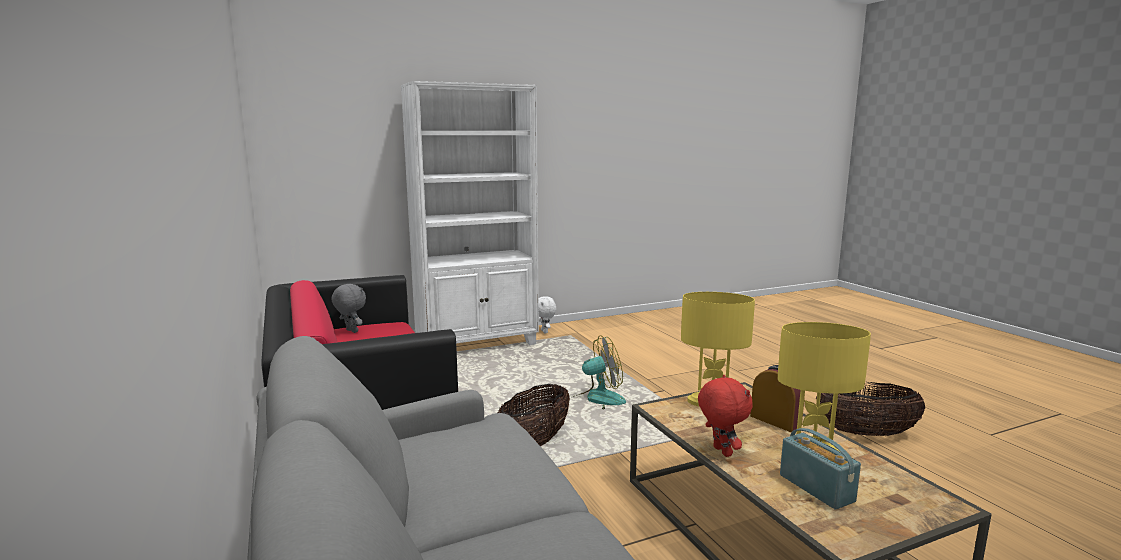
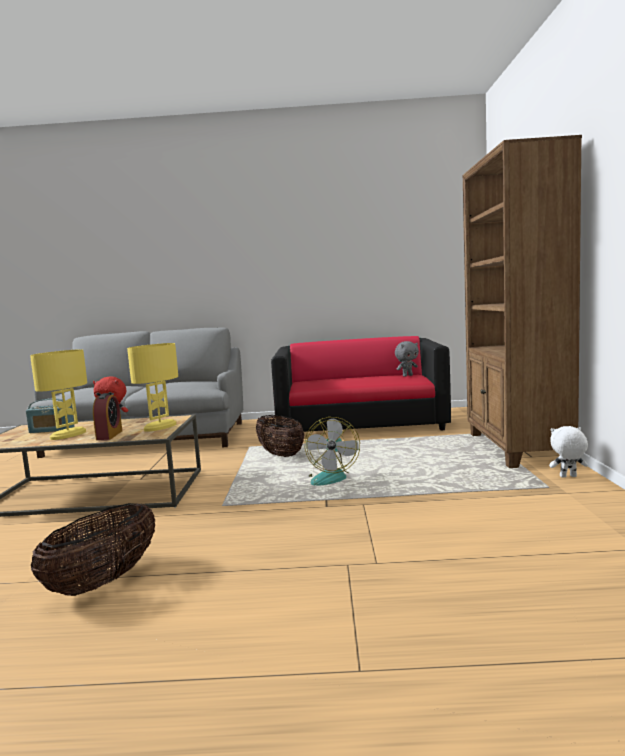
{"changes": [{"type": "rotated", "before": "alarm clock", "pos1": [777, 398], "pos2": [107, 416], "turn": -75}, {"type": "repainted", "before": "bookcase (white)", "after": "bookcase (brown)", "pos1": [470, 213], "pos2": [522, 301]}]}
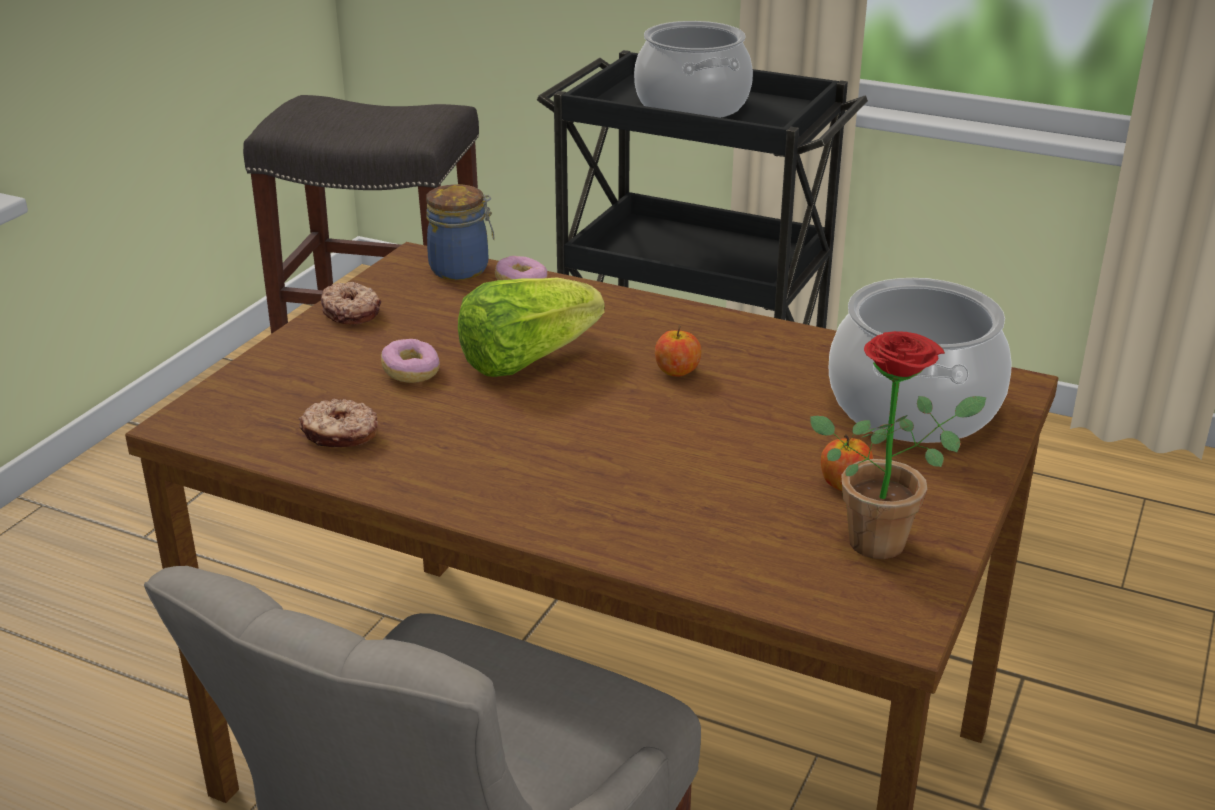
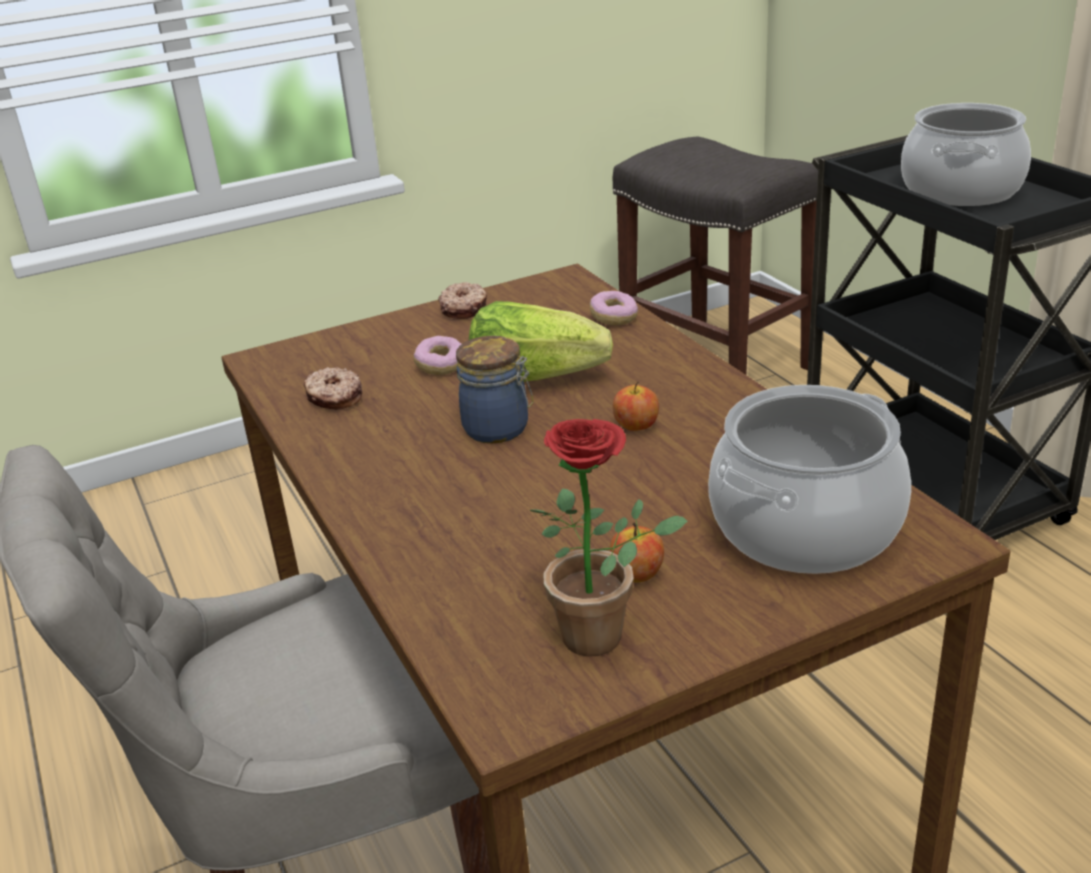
{"changes": [{"type": "shifted", "before": "jar", "pos1": [460, 232], "pos2": [494, 389]}]}
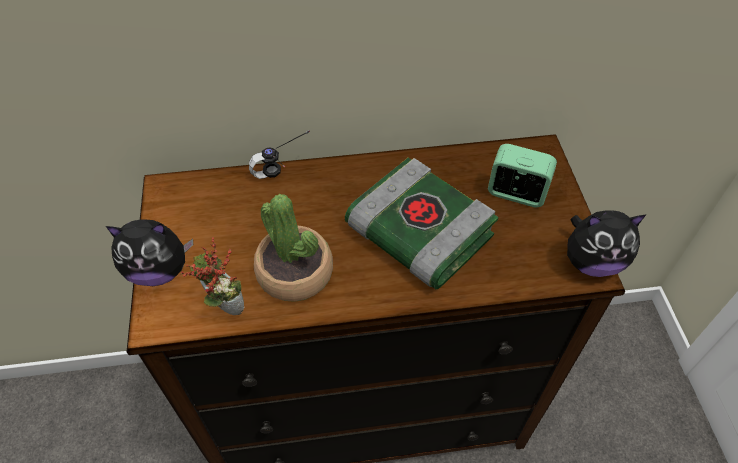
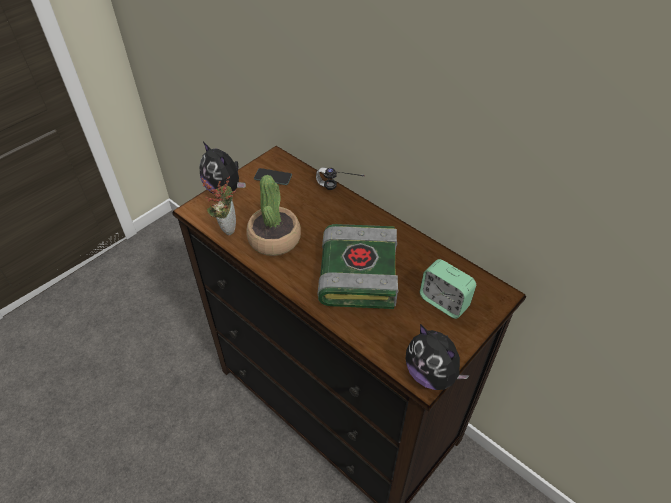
{"changes": [{"type": "new", "after": "phone", "pos2": [273, 176]}, {"type": "rotated", "before": "alarm clock", "pos1": [522, 175], "pos2": [448, 289], "turn": 150}]}
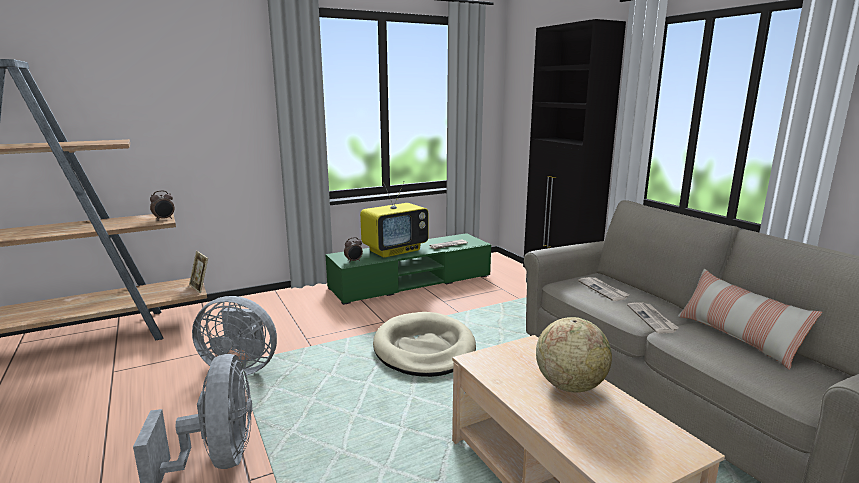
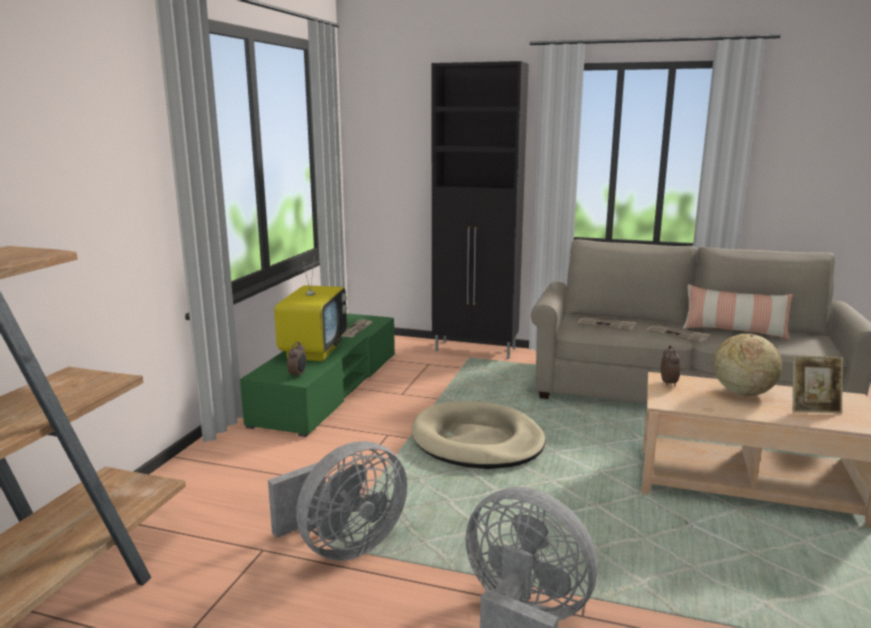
{"changes": [{"type": "shifted", "before": "alarm clock", "pos1": [162, 205], "pos2": [670, 366]}, {"type": "shifted", "before": "picture frame", "pos1": [198, 272], "pos2": [818, 384]}]}
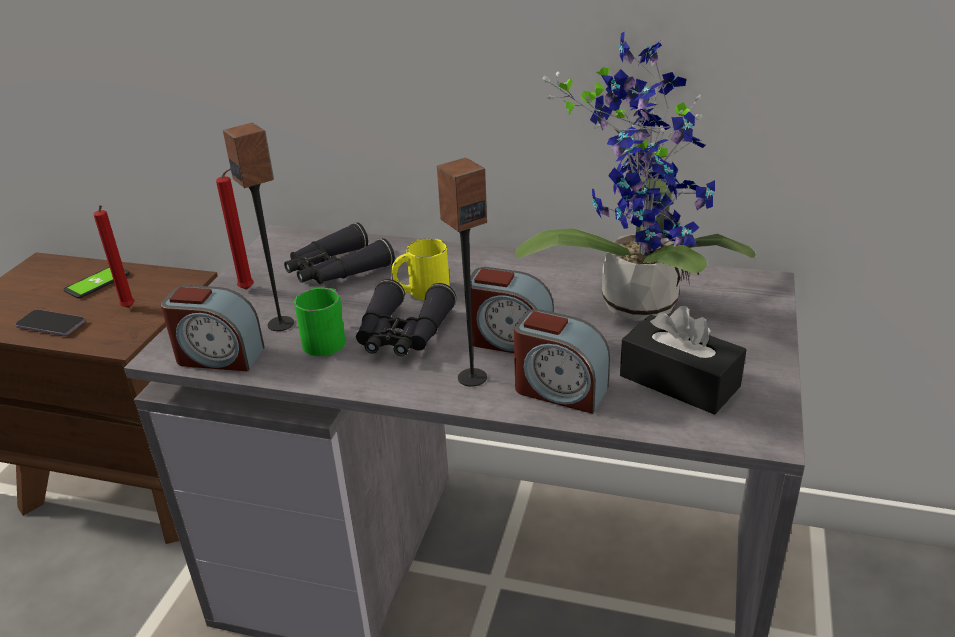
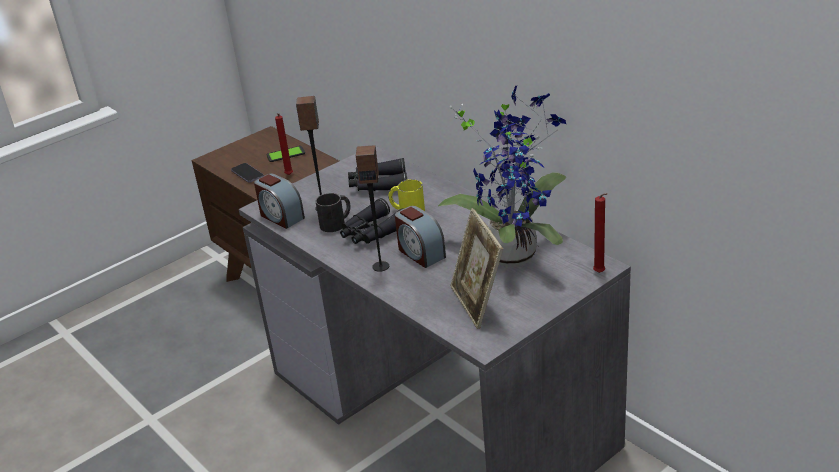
{"changes": [{"type": "repainted", "before": "mug (green)", "after": "mug (black)", "pos1": [320, 322], "pos2": [333, 212]}, {"type": "swapped", "before": "tissue box (black)", "after": "picture frame", "pos1": [683, 360], "pos2": [476, 268]}, {"type": "shifted", "before": "candle (red)", "pos1": [235, 229], "pos2": [600, 233]}, {"type": "gone", "before": "alarm clock", "pos1": [562, 361]}]}
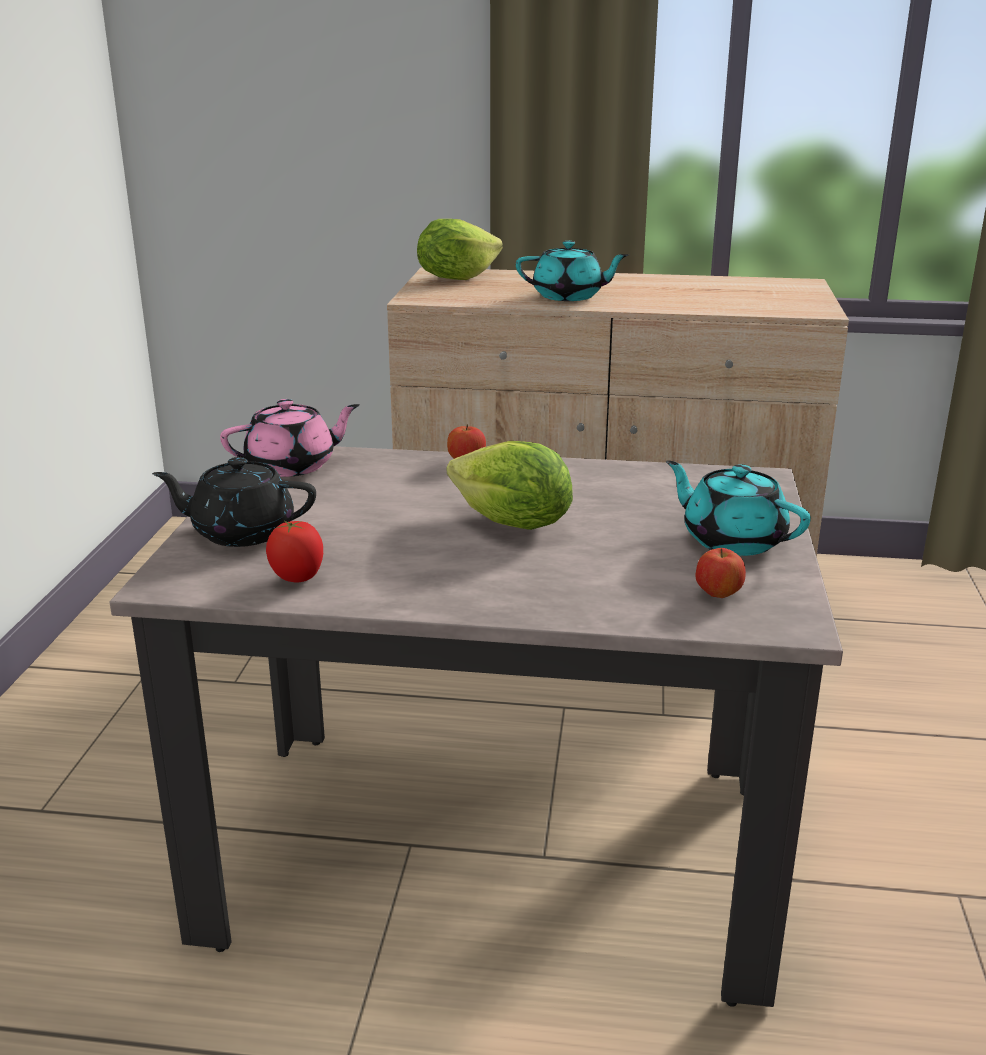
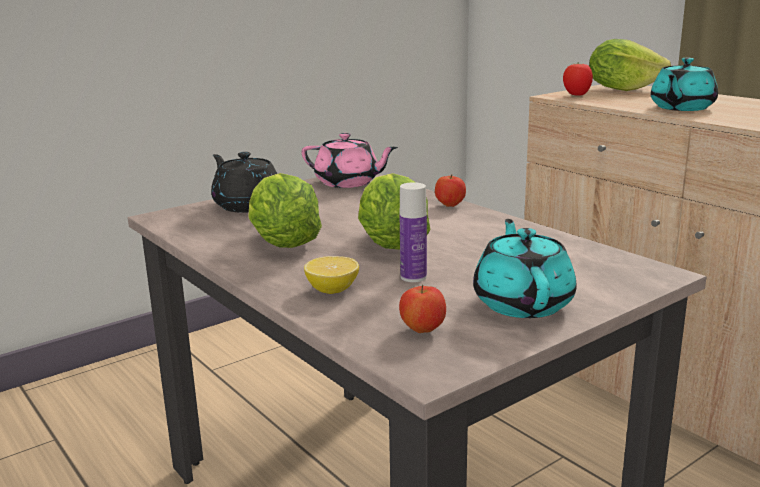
{"changes": [{"type": "new", "after": "lettuce", "pos2": [285, 210]}, {"type": "new", "after": "lemon", "pos2": [331, 275]}, {"type": "new", "after": "bottle", "pos2": [413, 232]}, {"type": "shifted", "before": "tomato", "pos1": [294, 551], "pos2": [578, 79]}, {"type": "rotated", "before": "teapot (turquoise)", "pos1": [572, 271], "pos2": [684, 84], "turn": 75}]}
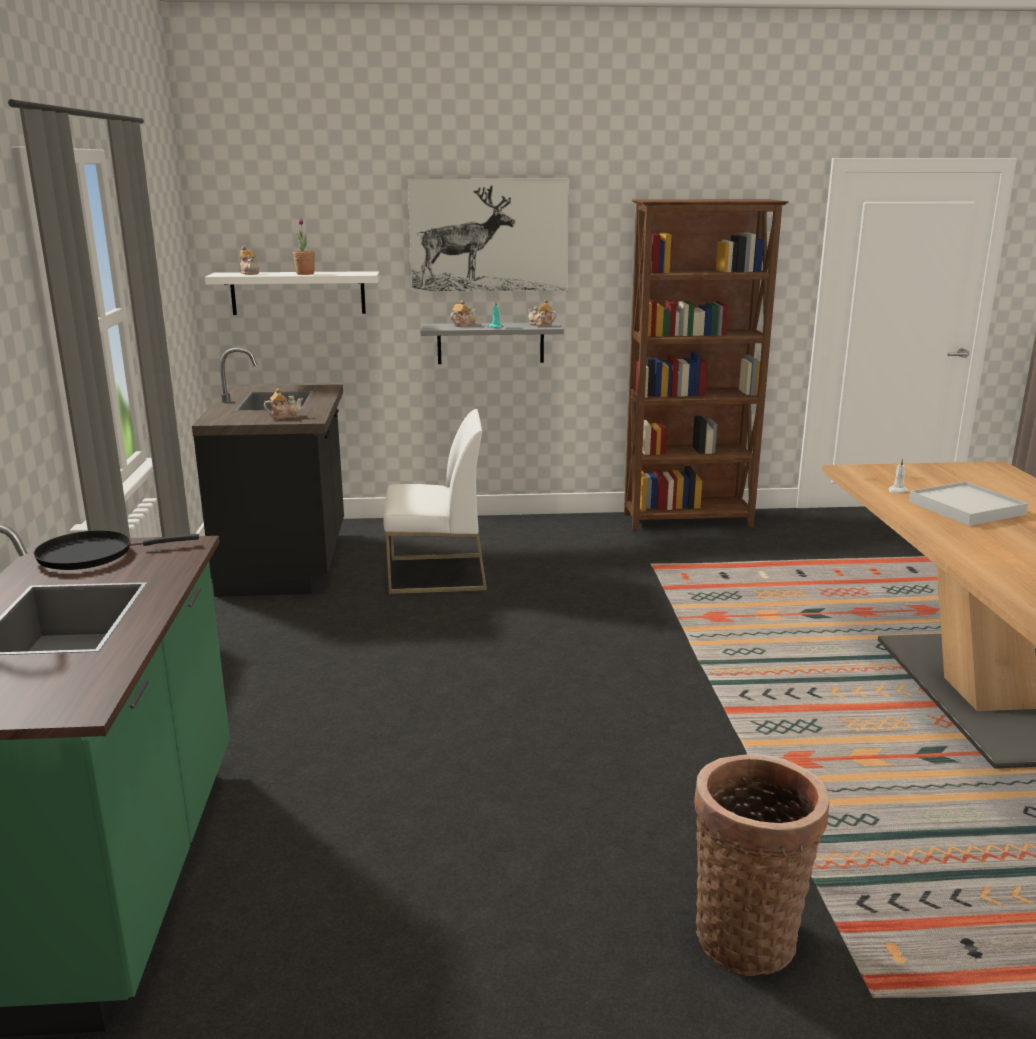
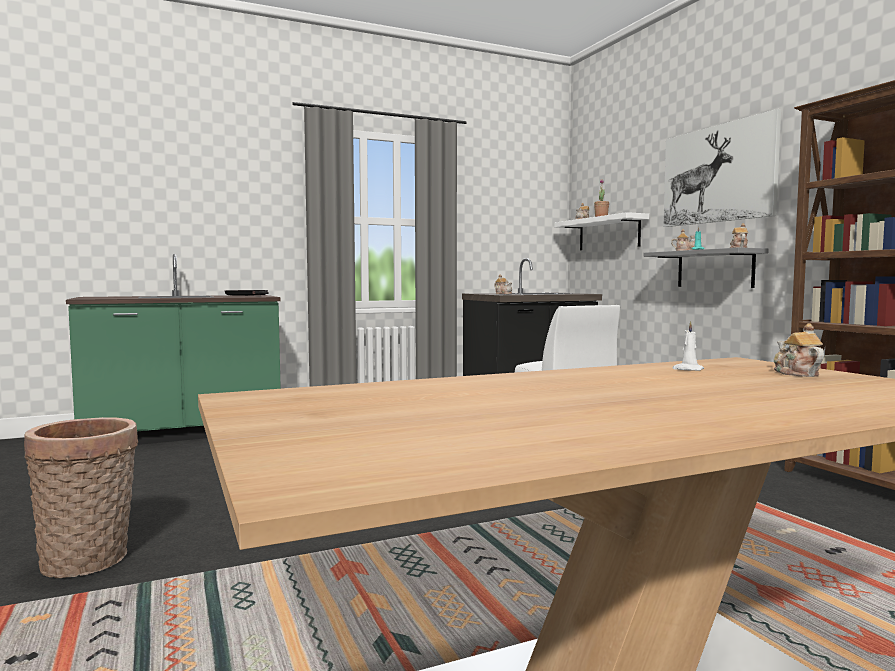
{"changes": [{"type": "new", "after": "teapot", "pos2": [799, 350]}, {"type": "gone", "before": "tray (white)", "pos1": [968, 504]}]}
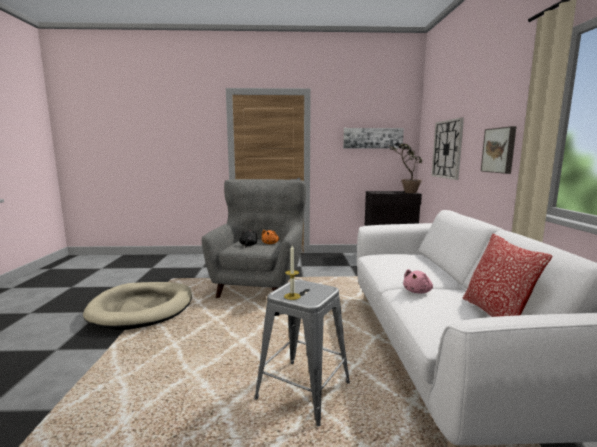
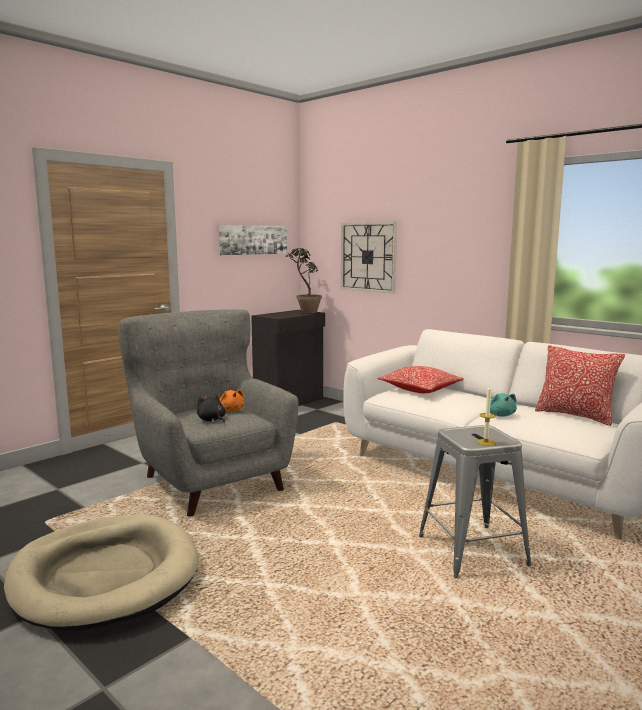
{"changes": [{"type": "new", "after": "pillow", "pos2": [420, 379]}, {"type": "repainted", "before": "plush toy (pink)", "after": "plush toy (turquoise)", "pos1": [418, 281], "pos2": [503, 405]}, {"type": "gone", "before": "picture", "pos1": [498, 150]}]}
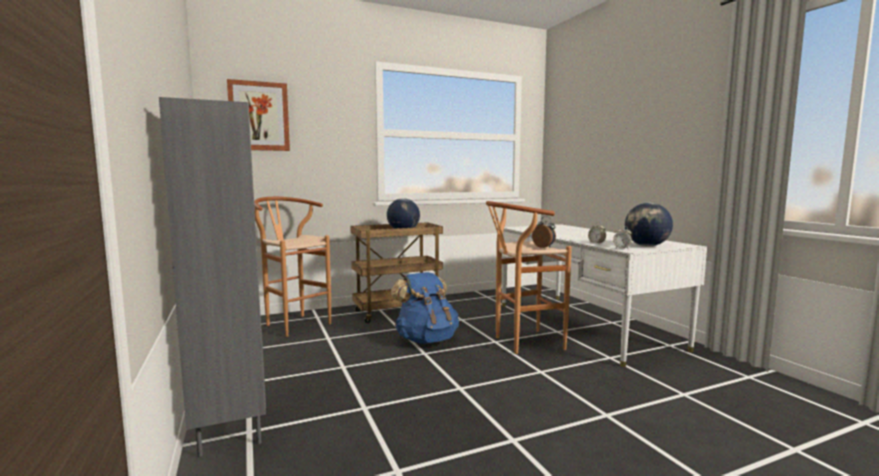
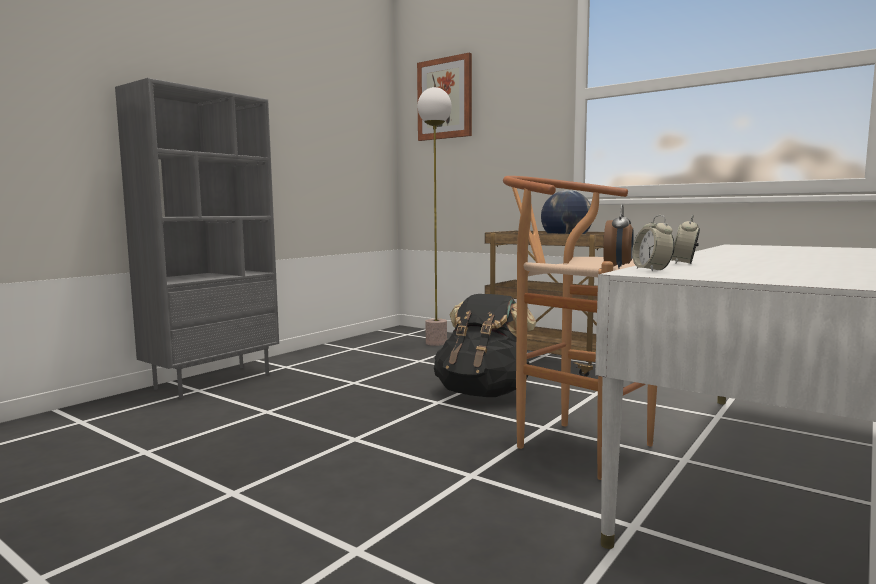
{"changes": [{"type": "swapped", "before": "stool (brown)", "after": "floor lamp", "pos1": [292, 267], "pos2": [435, 216]}, {"type": "repainted", "before": "backpack (blue)", "after": "backpack (black)", "pos1": [424, 308], "pos2": [485, 345]}, {"type": "gone", "before": "globe", "pos1": [649, 225]}]}
